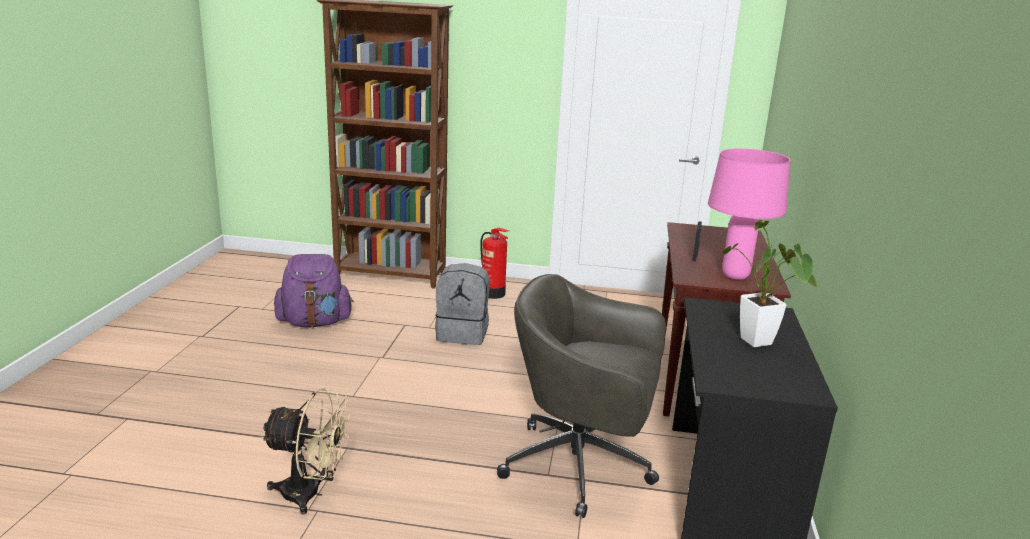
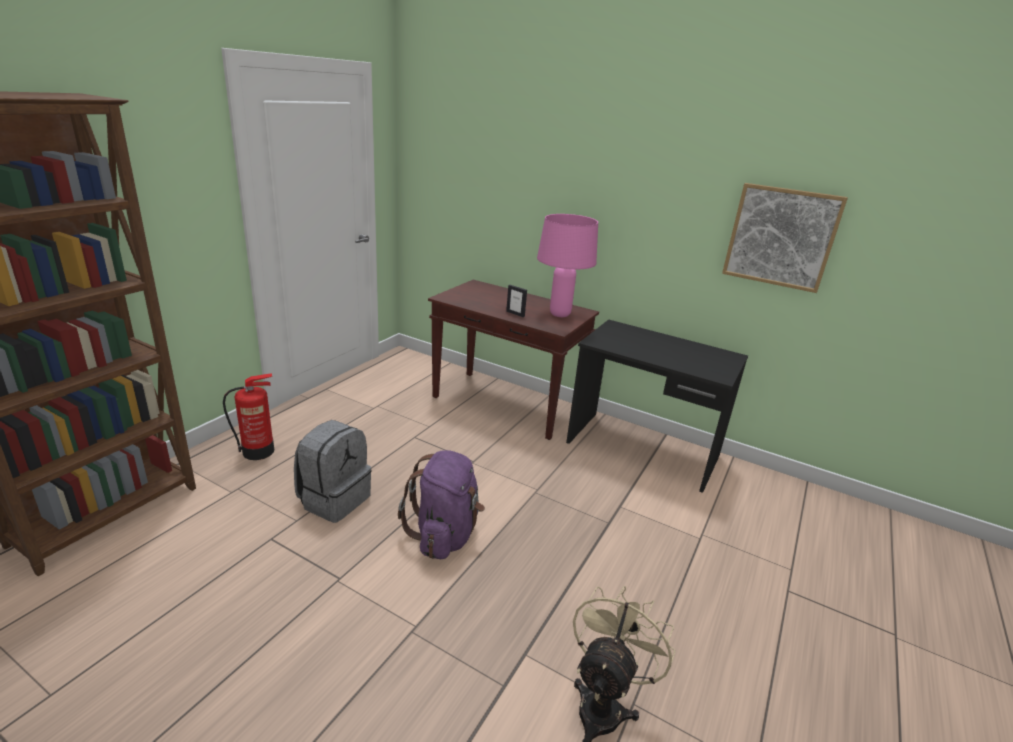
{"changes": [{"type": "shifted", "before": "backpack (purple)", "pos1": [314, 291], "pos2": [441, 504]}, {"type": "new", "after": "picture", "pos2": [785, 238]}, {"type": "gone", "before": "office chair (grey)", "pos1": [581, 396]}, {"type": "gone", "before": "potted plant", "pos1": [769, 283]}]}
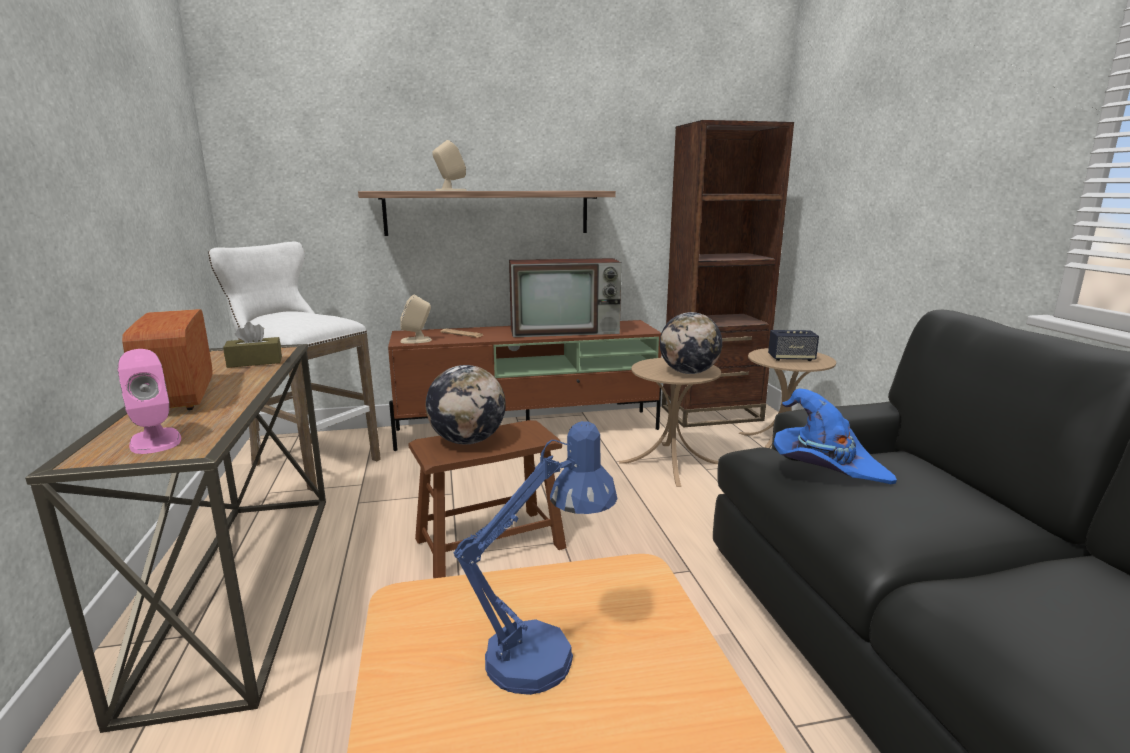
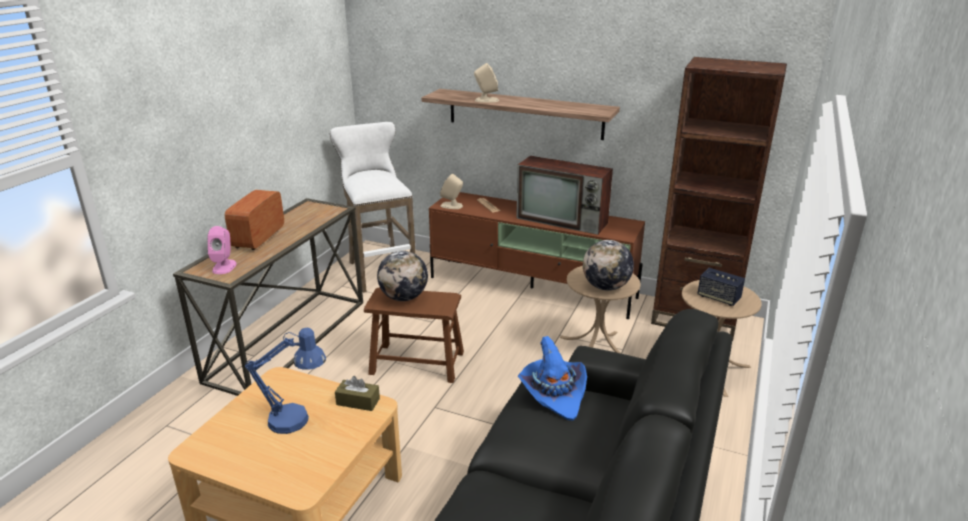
{"changes": [{"type": "shifted", "before": "tissue box (brown)", "pos1": [252, 345], "pos2": [357, 393]}]}
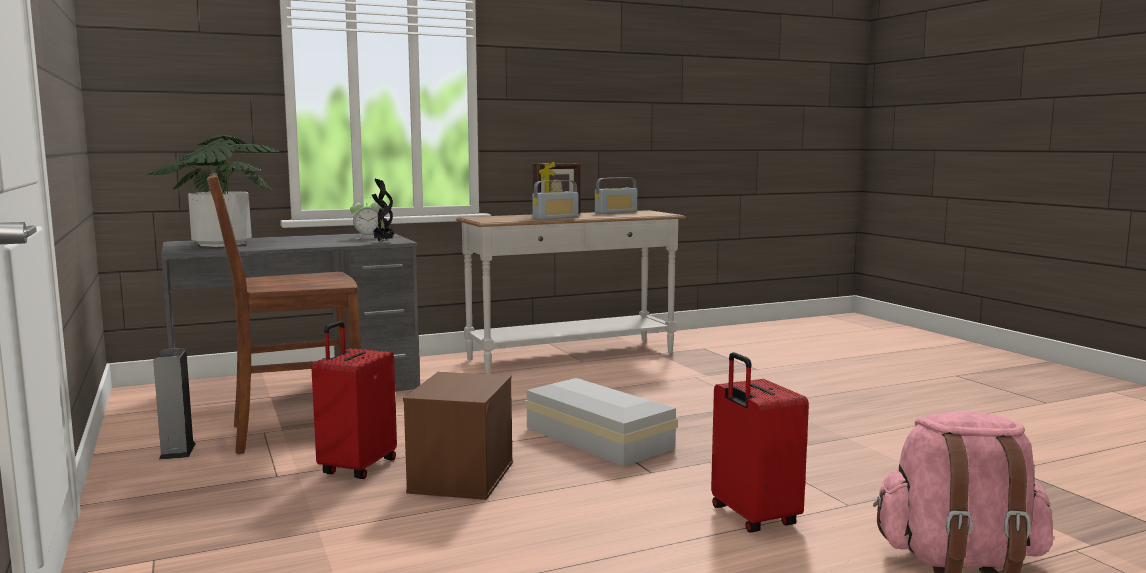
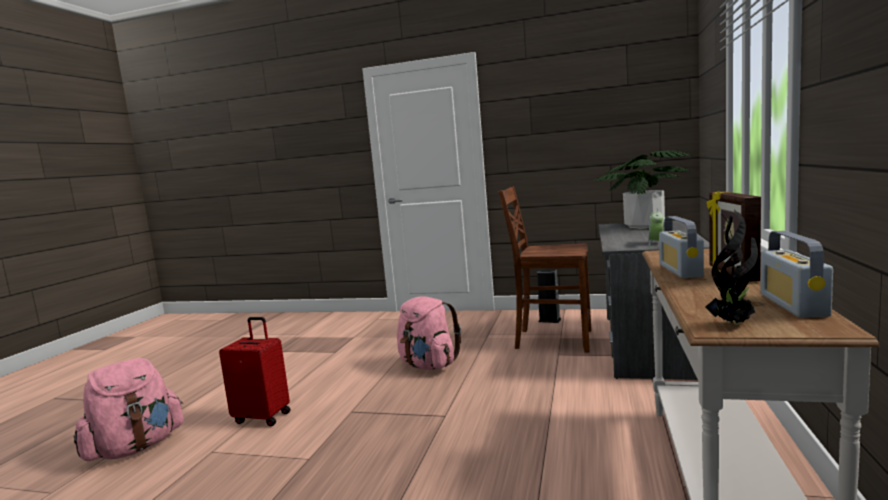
{"changes": [{"type": "swapped", "before": "storage box (brown)", "after": "backpack (pink)", "pos1": [458, 436], "pos2": [429, 333]}, {"type": "rotated", "before": "chair (brown)", "pos1": [284, 313], "pos2": [544, 269], "turn": -90}, {"type": "shifted", "before": "potted plant", "pos1": [383, 210], "pos2": [731, 267]}, {"type": "gone", "before": "suitcase (red)", "pos1": [354, 400]}, {"type": "gone", "before": "storage box (white)", "pos1": [601, 422]}]}
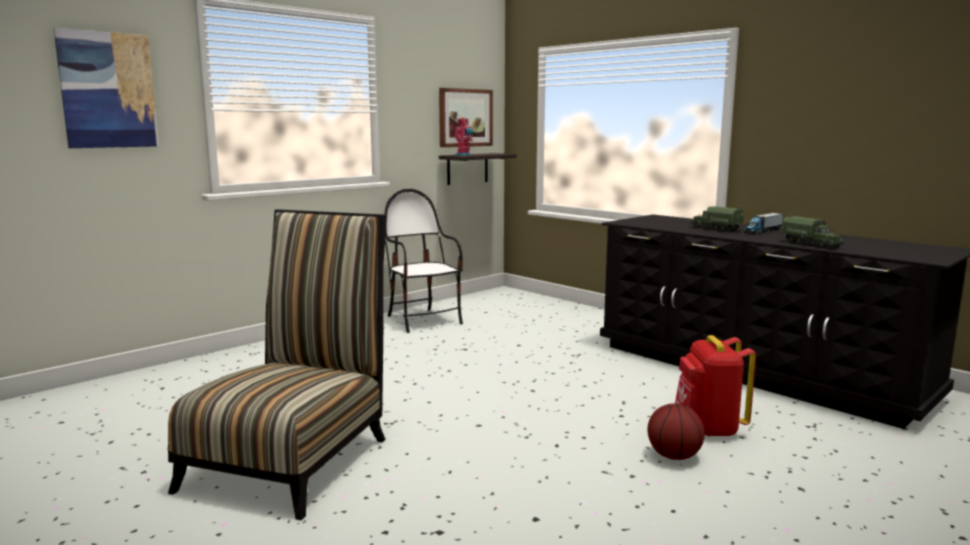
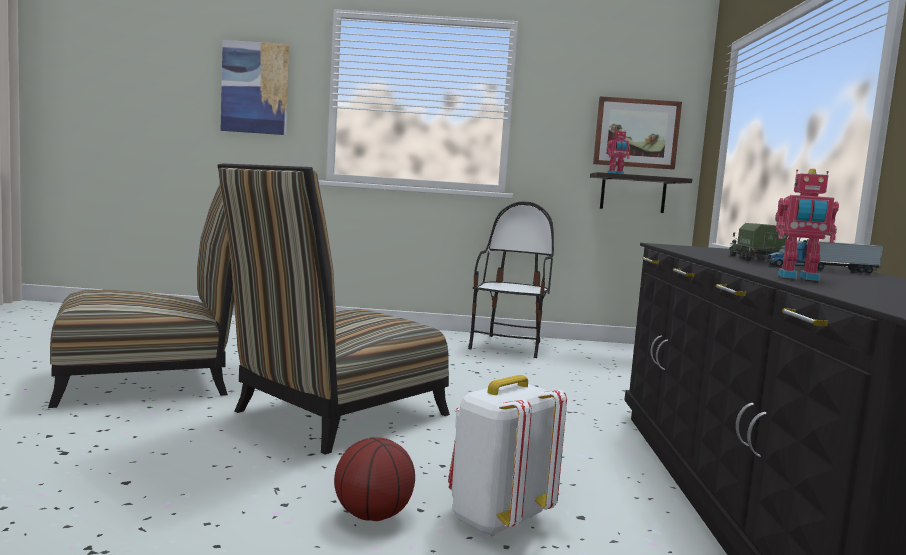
{"changes": [{"type": "new", "after": "chair", "pos2": [333, 309]}, {"type": "repainted", "before": "backpack (red)", "after": "backpack (white)", "pos1": [715, 385], "pos2": [507, 455]}, {"type": "swapped", "before": "toy truck", "after": "toy robot", "pos1": [813, 230], "pos2": [807, 224]}]}
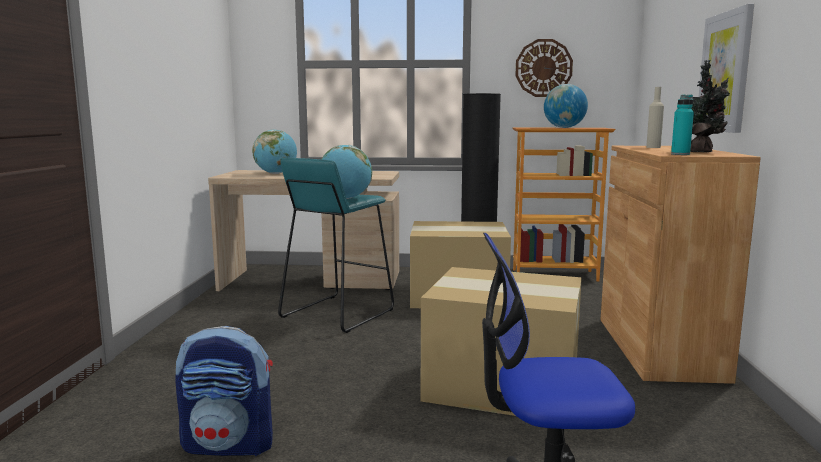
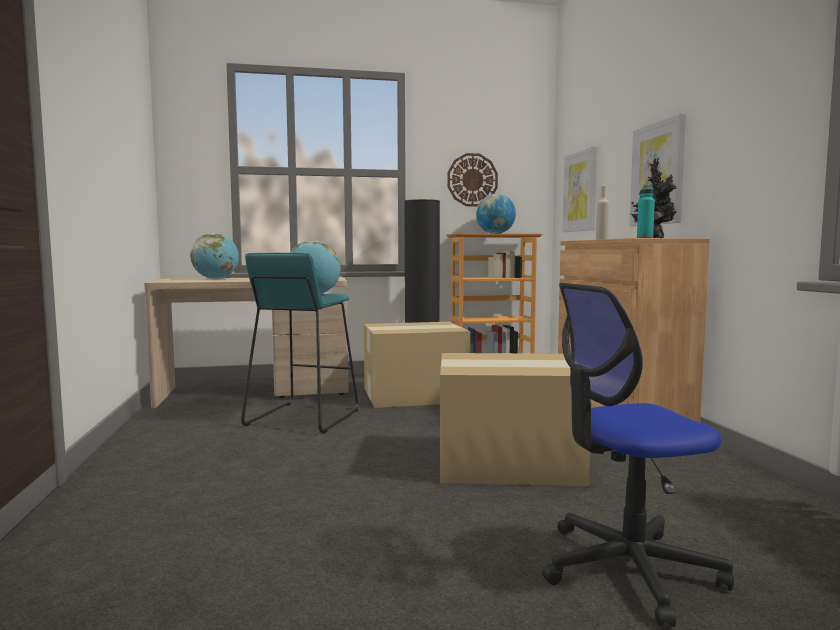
{"changes": [{"type": "new", "after": "picture", "pos2": [580, 189]}, {"type": "gone", "before": "backpack", "pos1": [224, 391]}]}
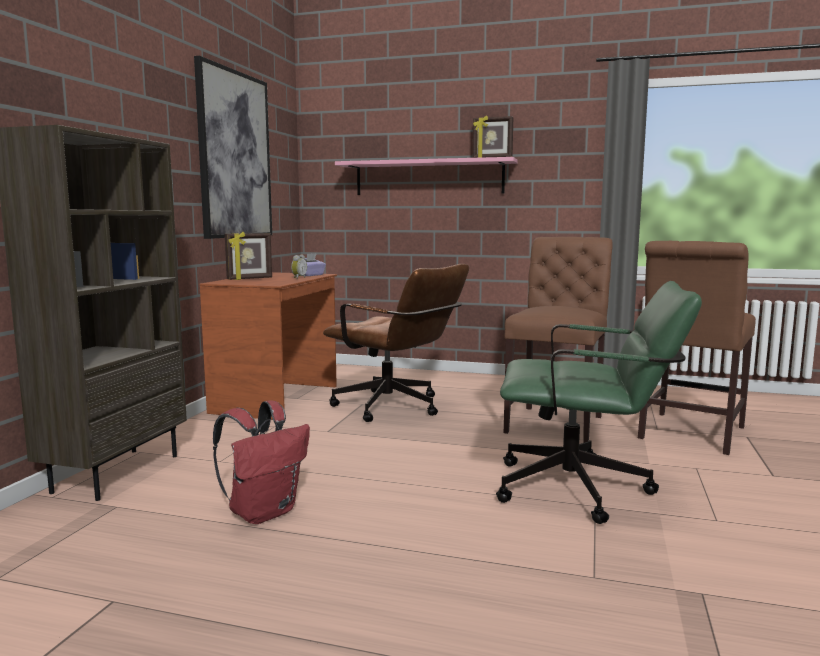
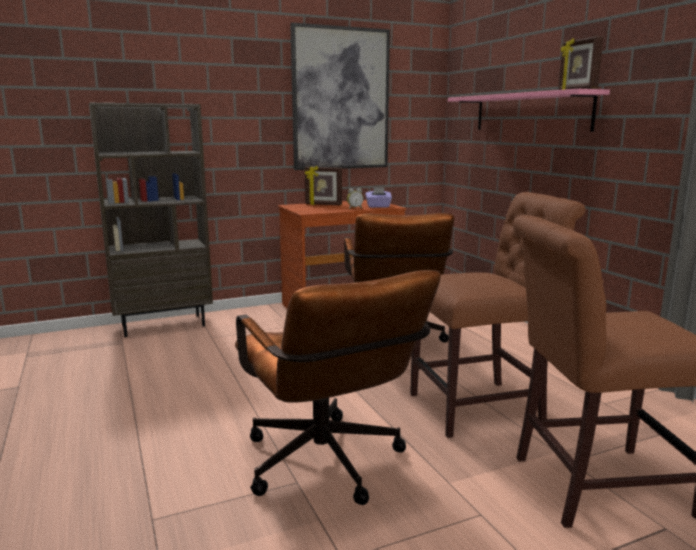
{"changes": [{"type": "repainted", "before": "office chair (green)", "after": "office chair (brown)", "pos1": [599, 402], "pos2": [338, 387]}, {"type": "gone", "before": "backpack (red)", "pos1": [261, 462]}]}
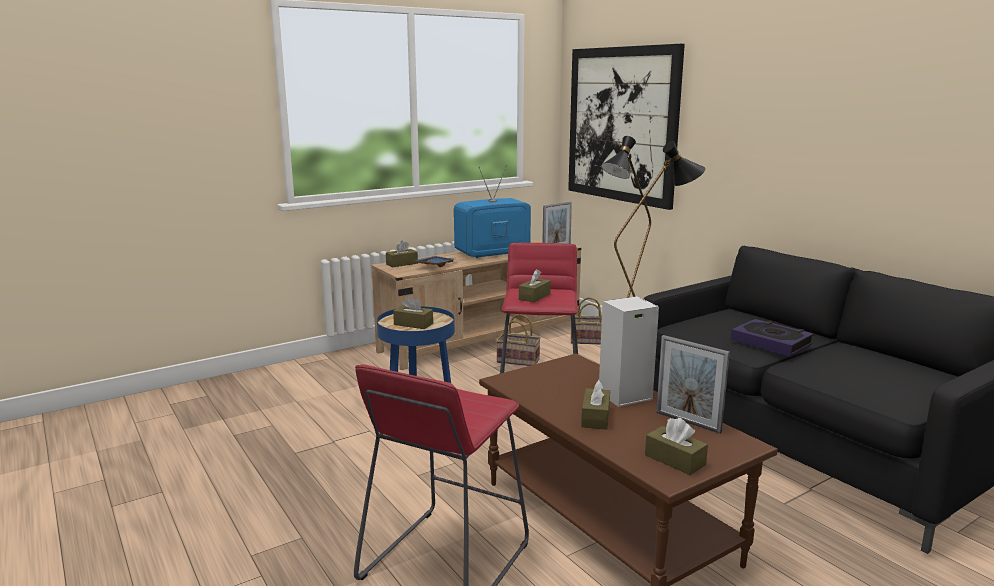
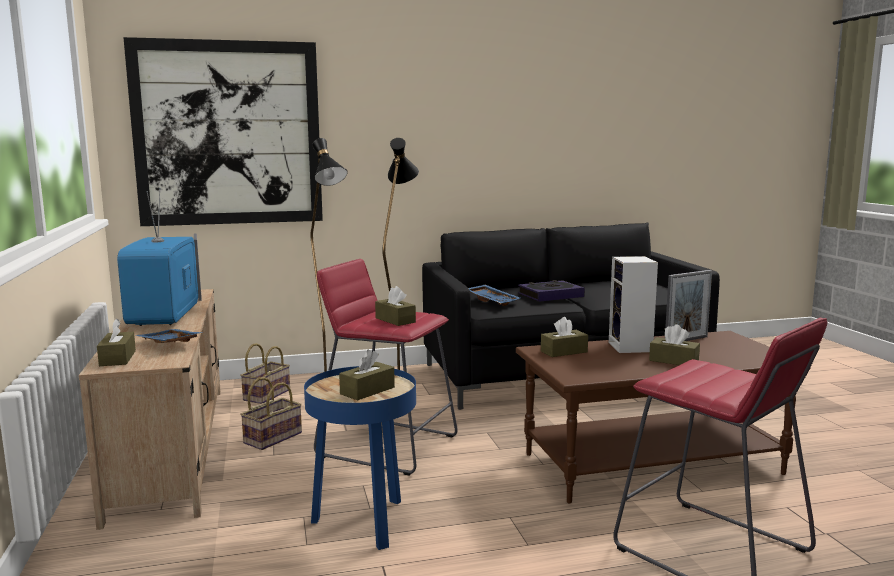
{"changes": [{"type": "new", "after": "tray (blue)", "pos2": [494, 295]}, {"type": "shifted", "before": "tissue box (brown)", "pos1": [676, 446], "pos2": [564, 337]}]}
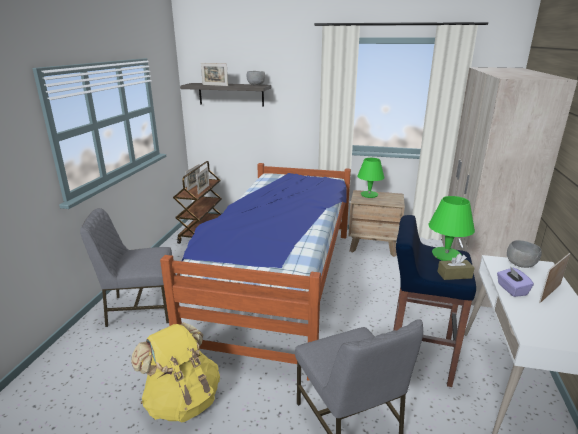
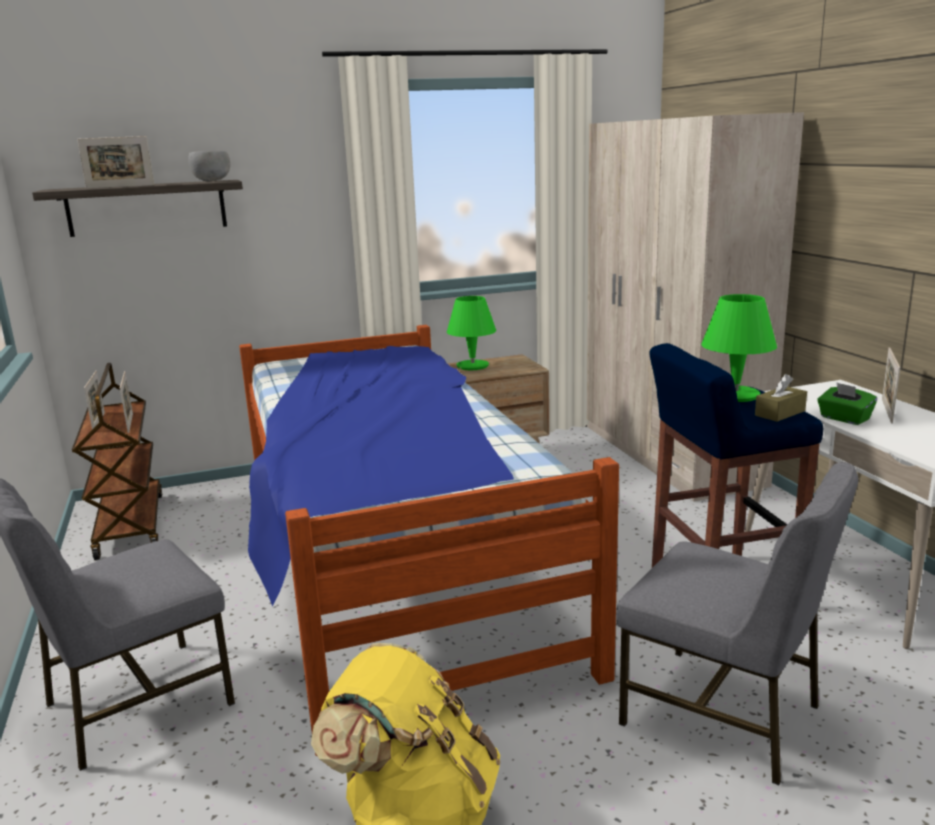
{"changes": [{"type": "repainted", "before": "tissue box (purple)", "after": "tissue box (green)", "pos1": [515, 281], "pos2": [847, 403]}, {"type": "gone", "before": "bowl (grey)", "pos1": [524, 254]}]}
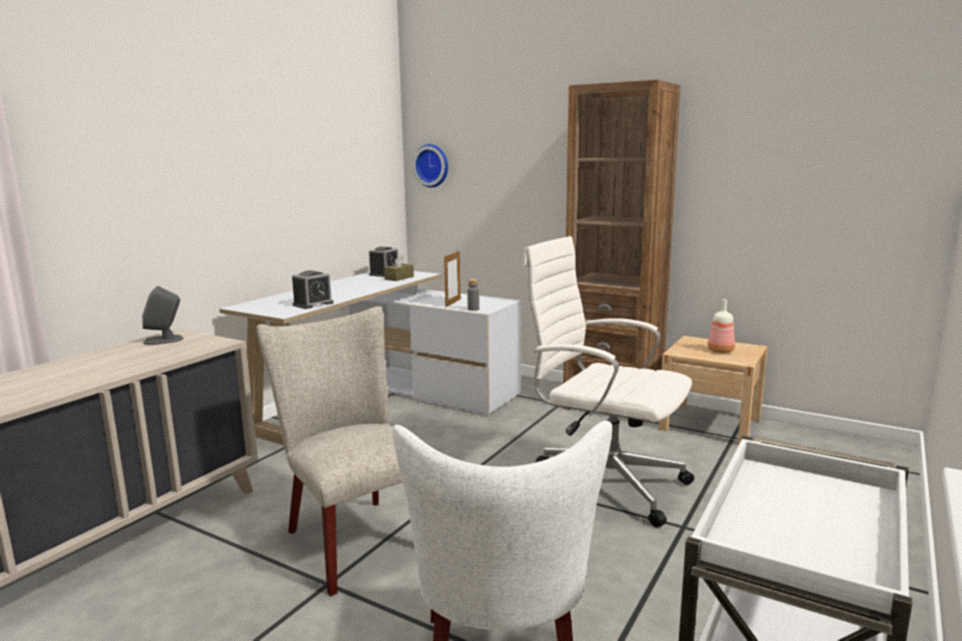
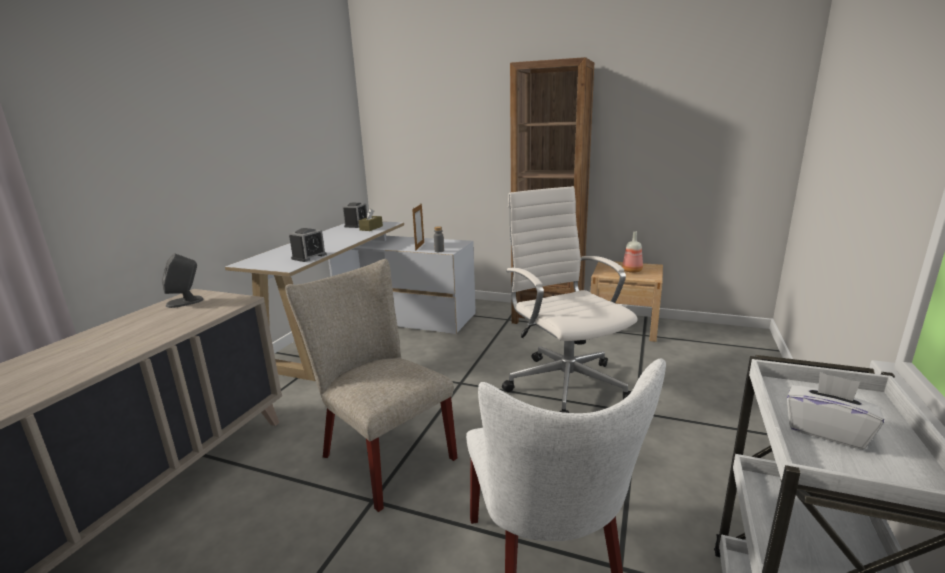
{"changes": [{"type": "rotated", "before": "office chair (white)", "pos1": [608, 381], "pos2": [570, 299], "turn": 45}, {"type": "new", "after": "tissue box (white)", "pos2": [835, 411]}, {"type": "gone", "before": "wall clock", "pos1": [430, 166]}]}
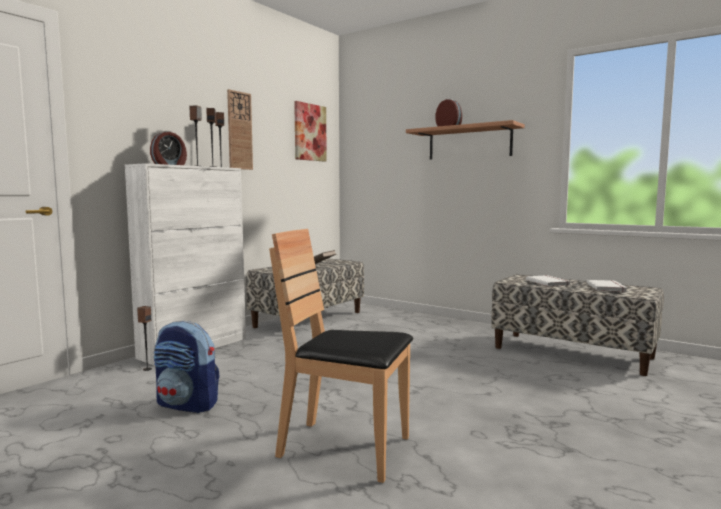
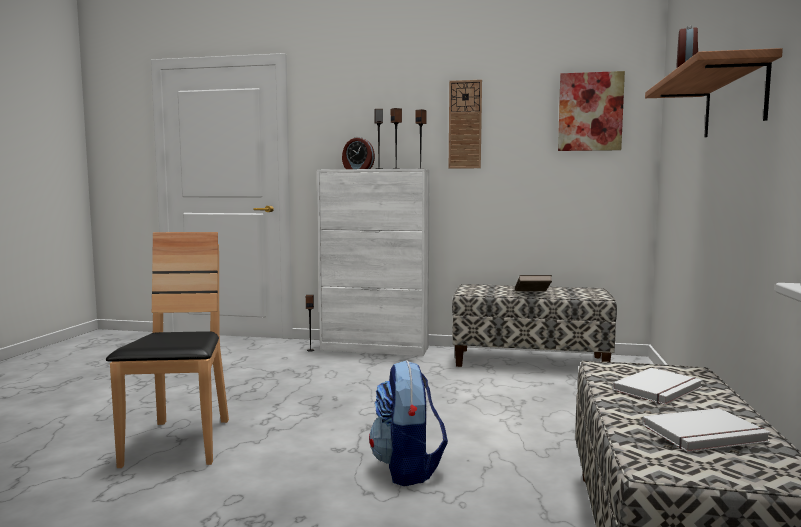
{"changes": [{"type": "shifted", "before": "backpack", "pos1": [187, 367], "pos2": [408, 423]}]}
